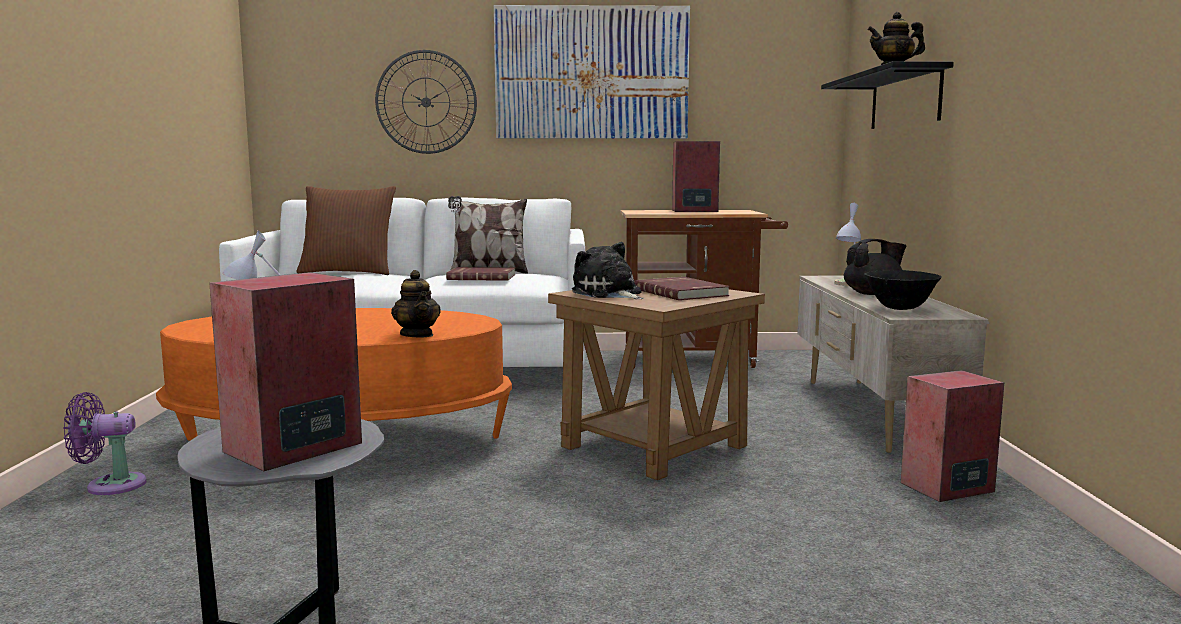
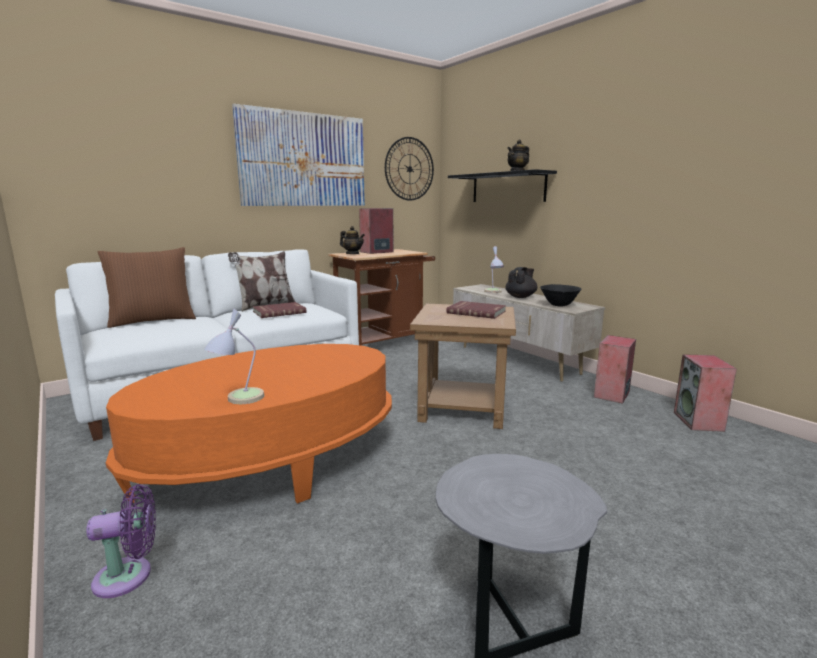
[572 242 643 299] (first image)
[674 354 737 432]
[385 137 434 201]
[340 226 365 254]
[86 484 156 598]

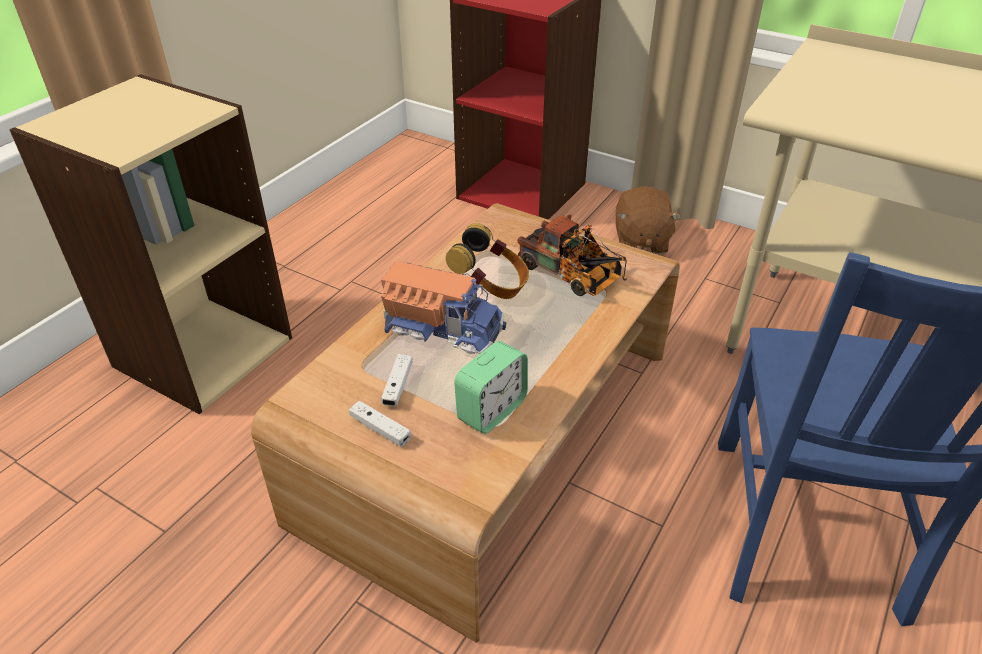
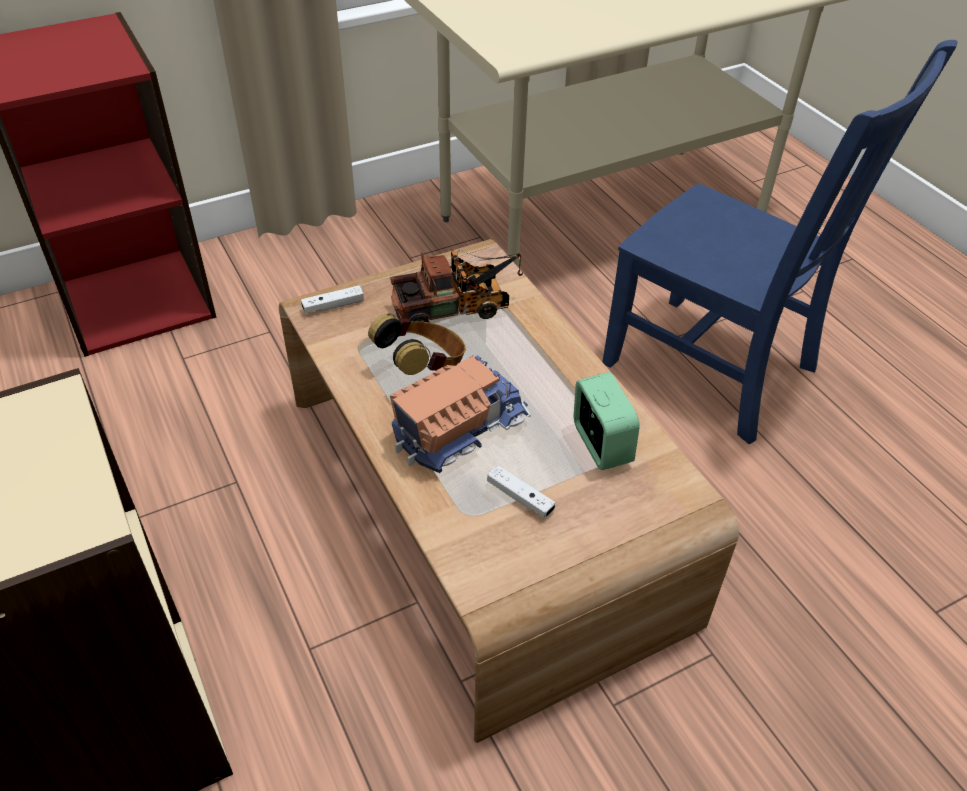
[616 186 681 254] (first image)
[301 285 364 313]

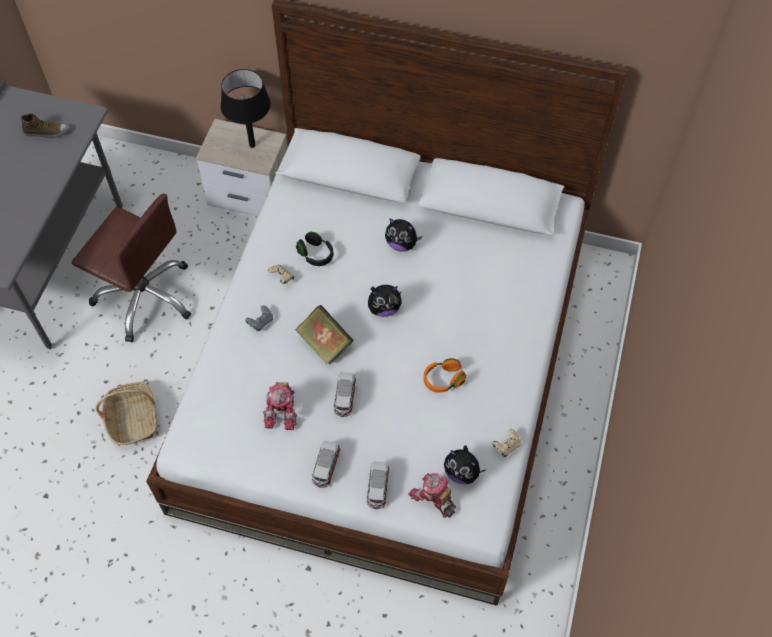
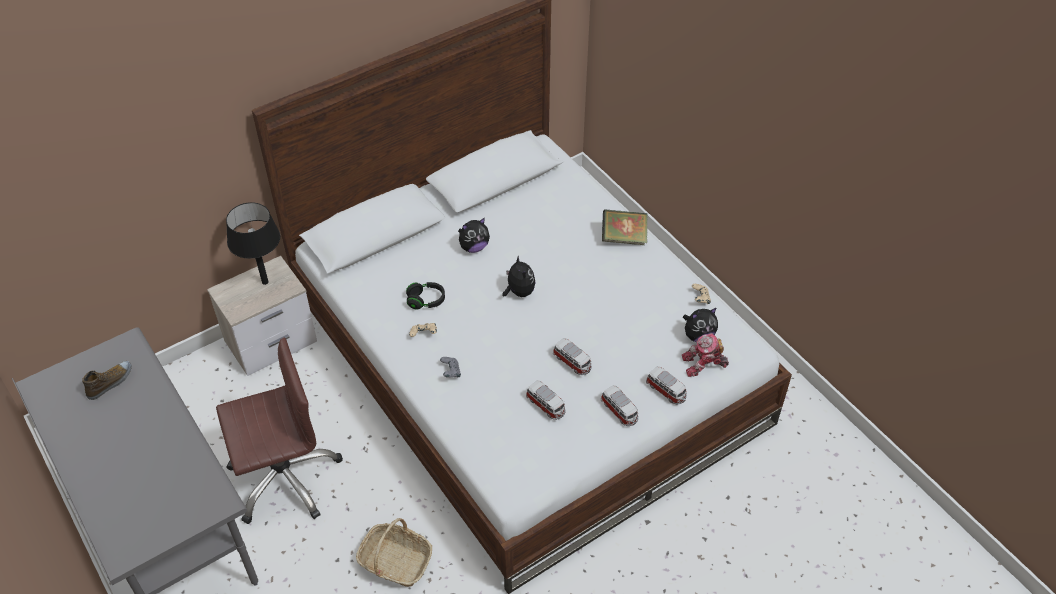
[424 358 466 393] (first image)
[602 209 647 245]
[526 381 565 420]
[502 255 536 297]

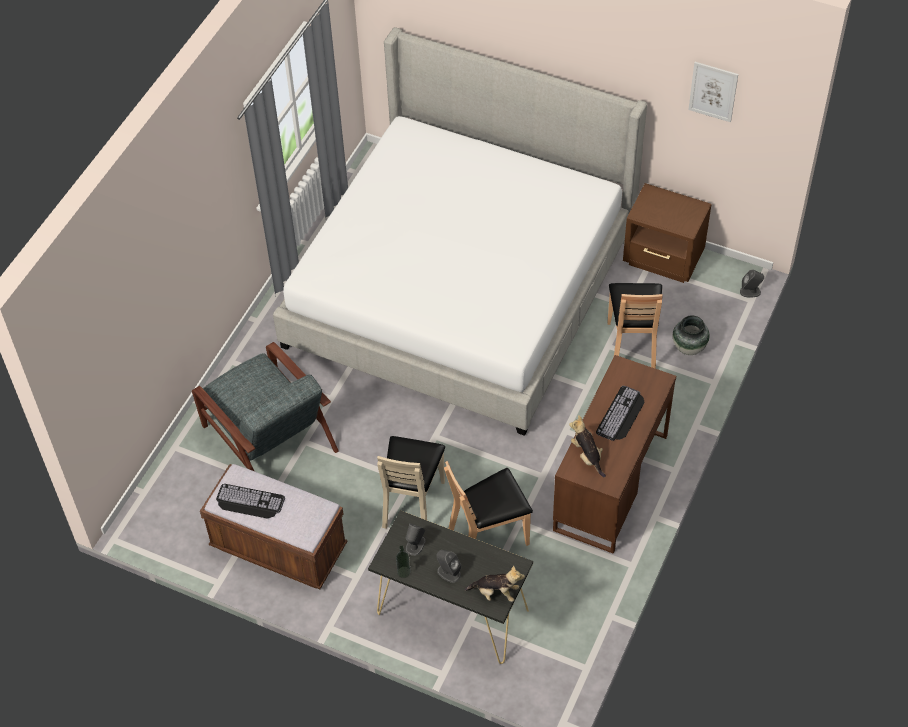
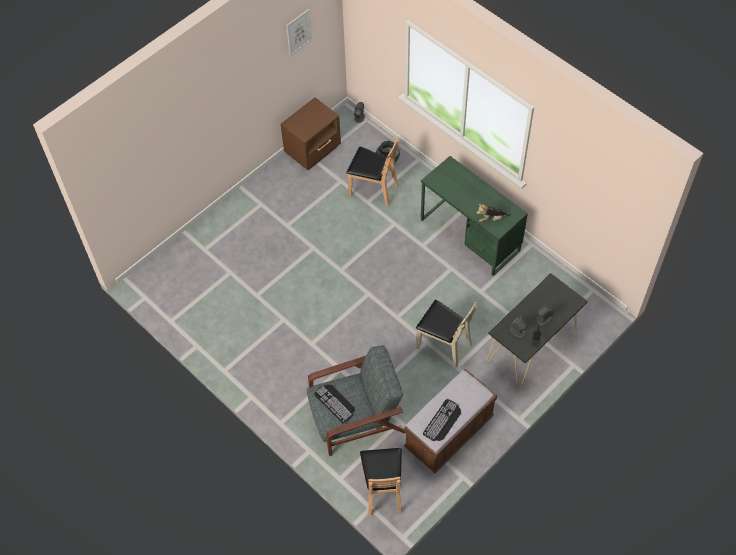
[273 27 647 436] (first image)
[465 565 525 602] (first image)
[360 448 402 516]
[313 385 354 424]
[421 156 528 276]

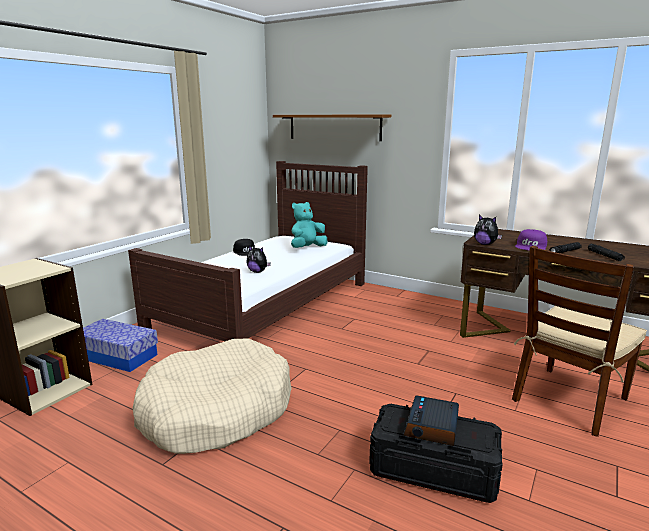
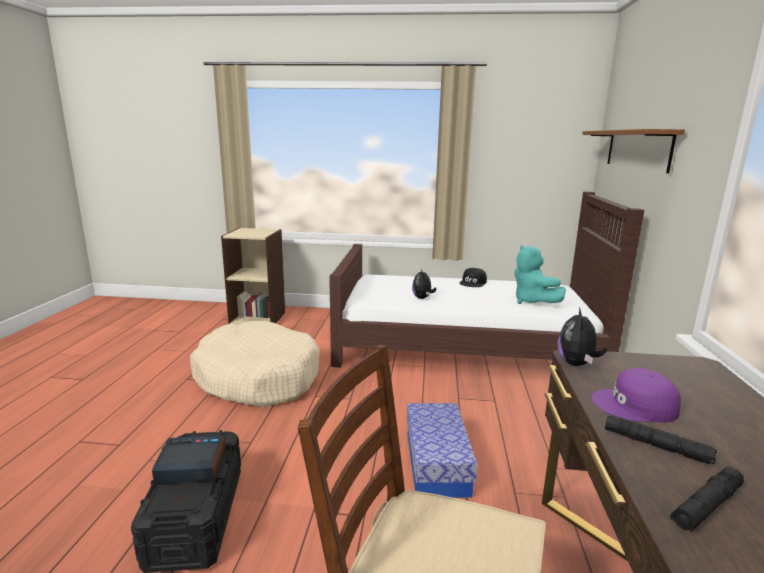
[407 403 477 498]
[515 245 566 304]

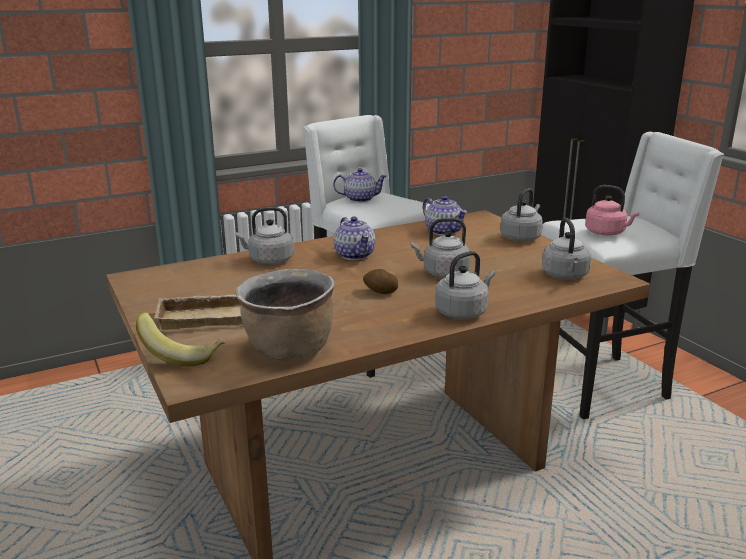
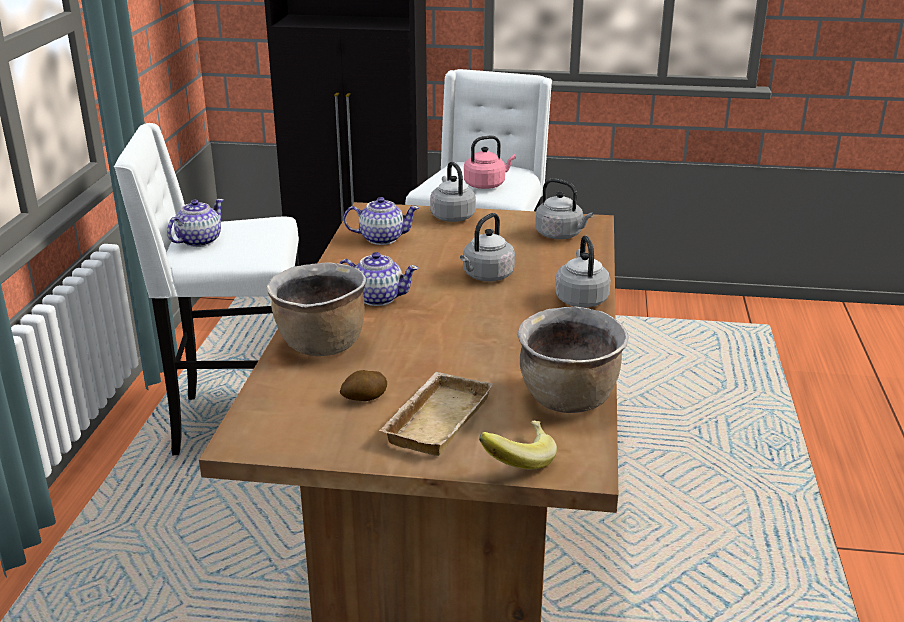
[340 370 387 401]
[266 262 366 356]

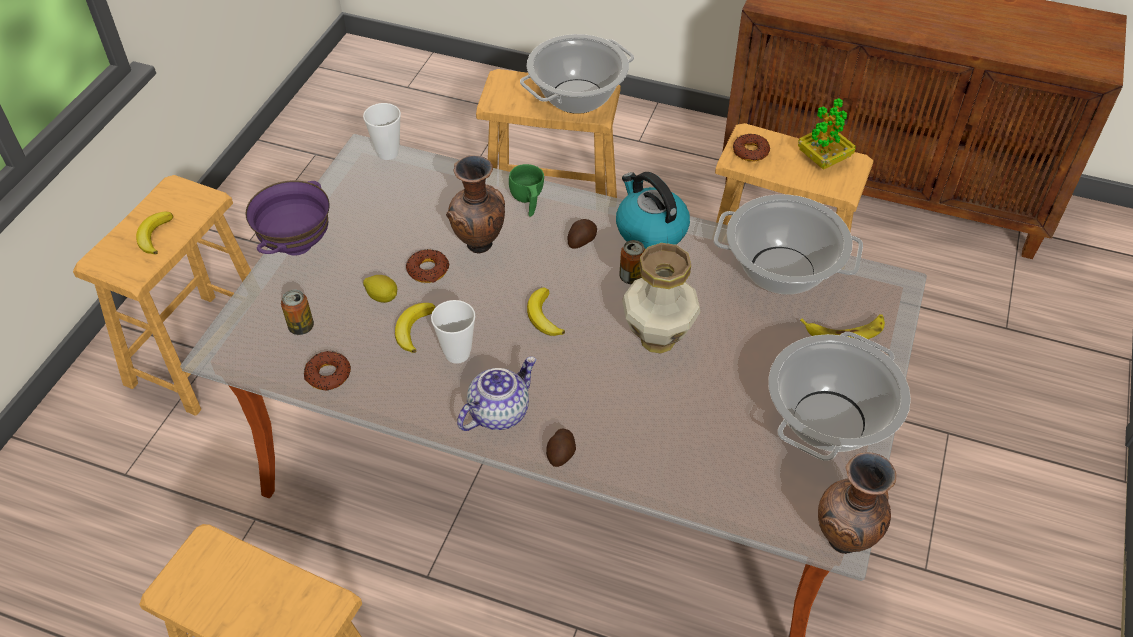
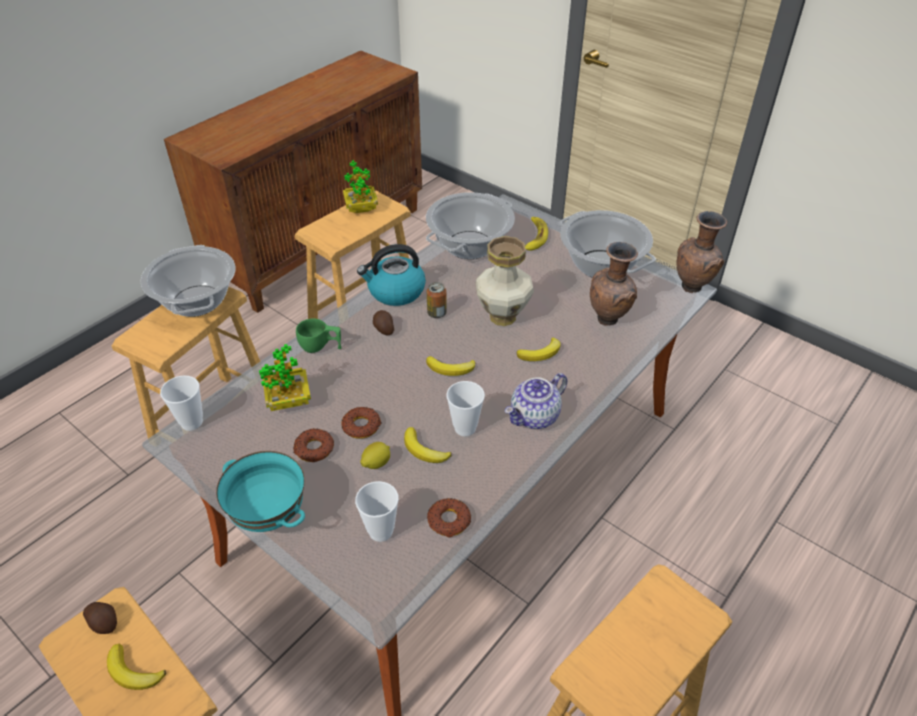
[259 344 311 411]
[517 338 561 361]
[590 242 638 326]
[83 602 117 634]
[294 428 334 462]
[355 481 399 542]
[216 451 305 532]
[505 373 567 429]

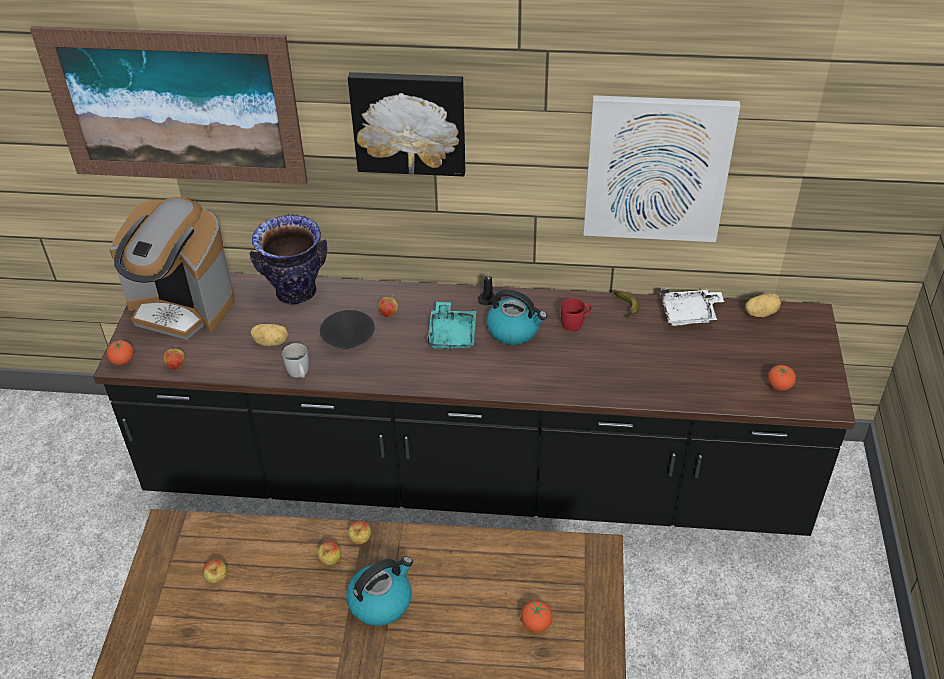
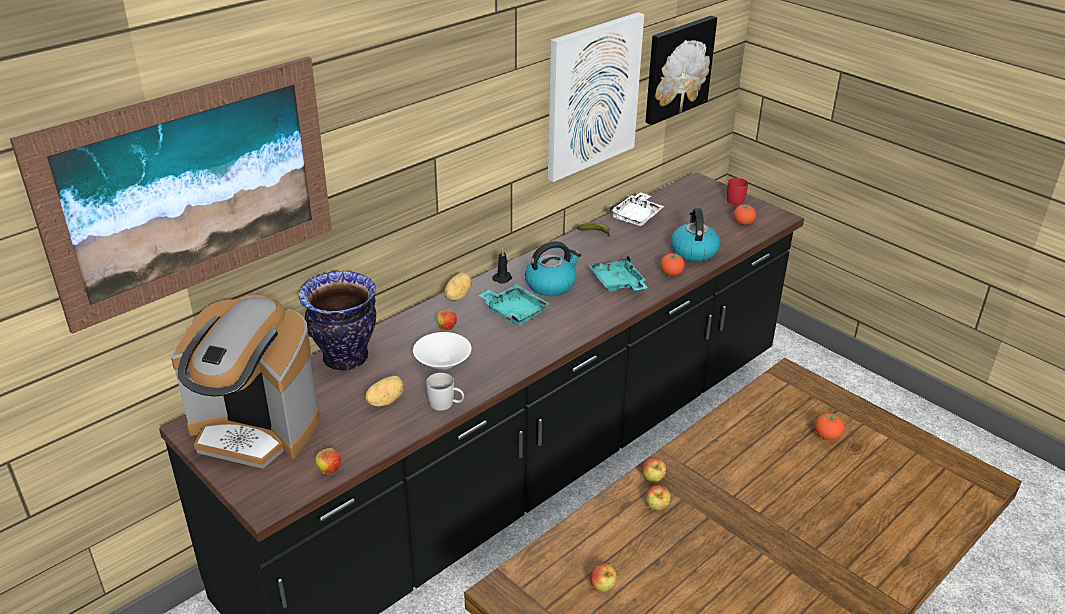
[588 255 648 292]
[660 253 685 276]
[671 208 720 262]
[645 16 717 125]
[727 178 748 205]
[444 273 472 301]
[413 332 471 370]
[171 295 320 469]

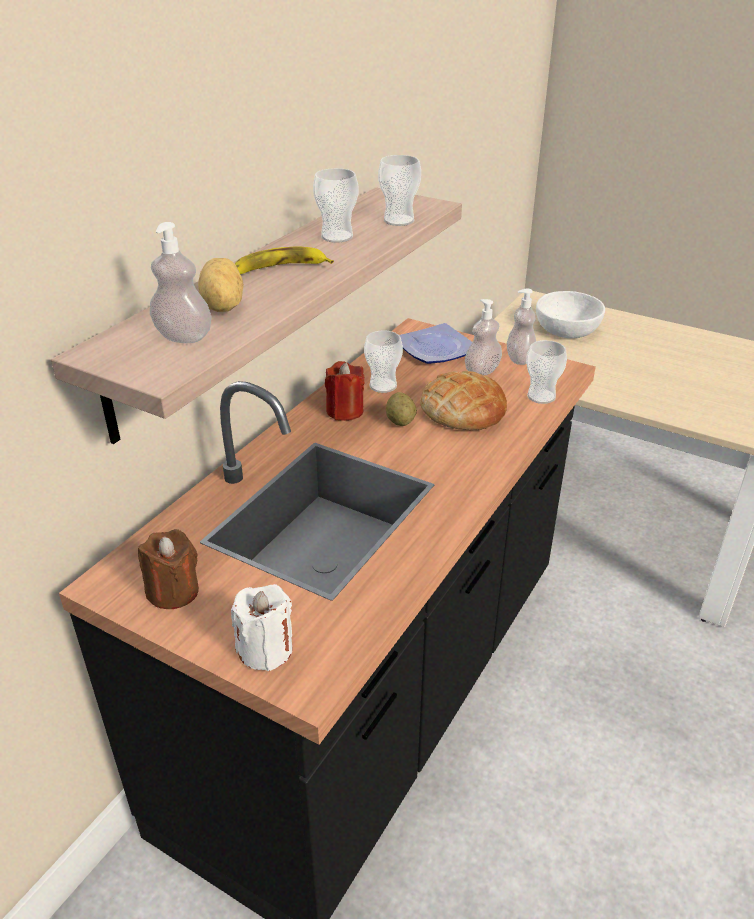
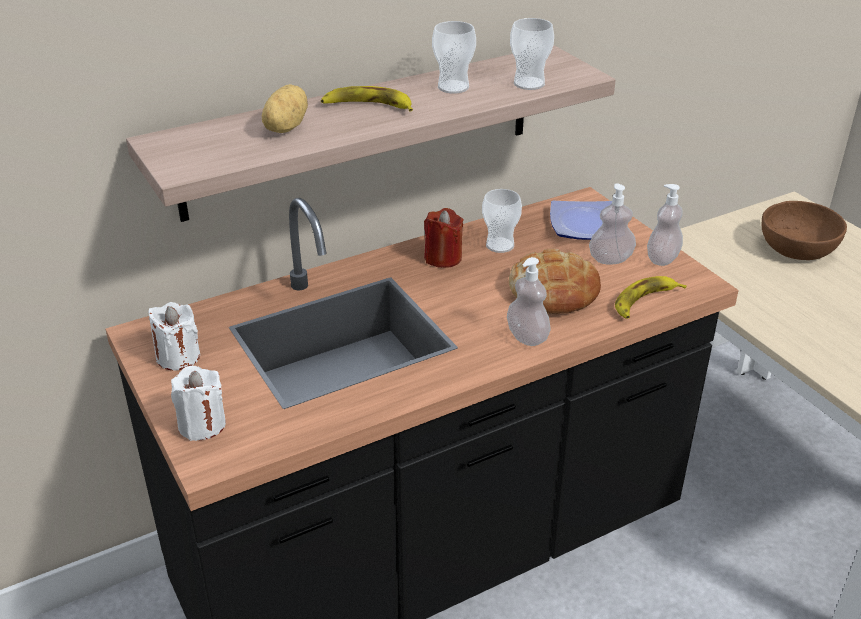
[386 392 417 426] (first image)
[507 257 550 346]
[615 276 687 319]
[148 302 200 371]
[762 201 847 260]

